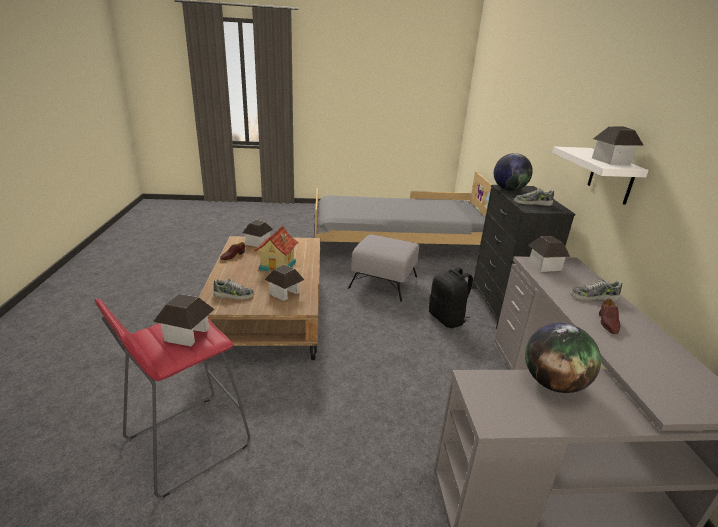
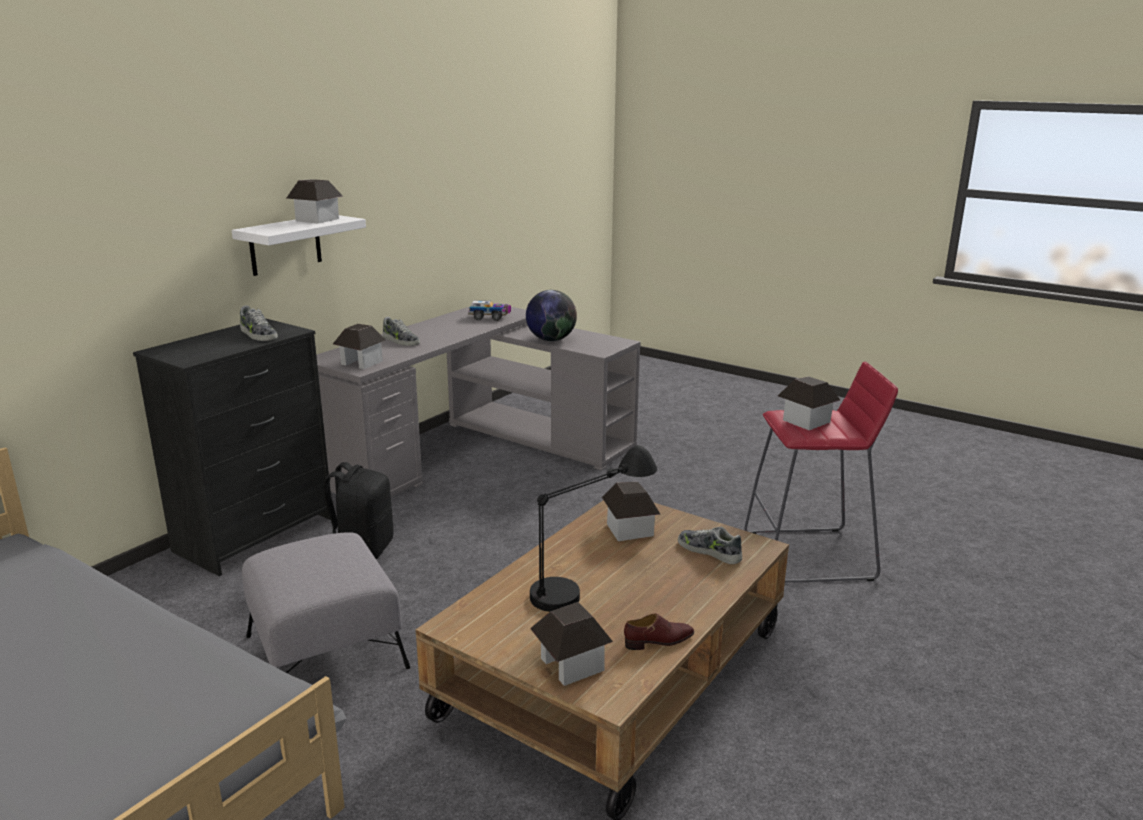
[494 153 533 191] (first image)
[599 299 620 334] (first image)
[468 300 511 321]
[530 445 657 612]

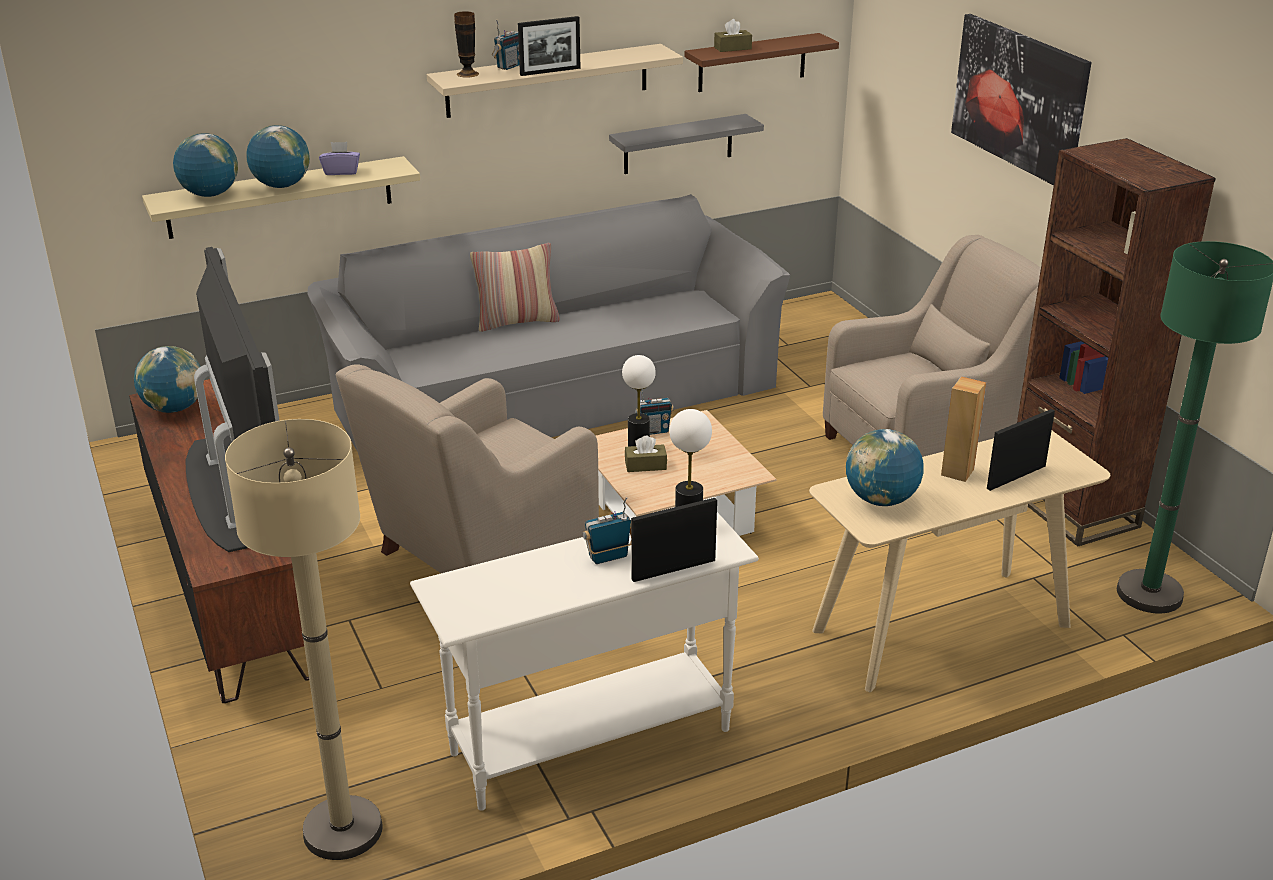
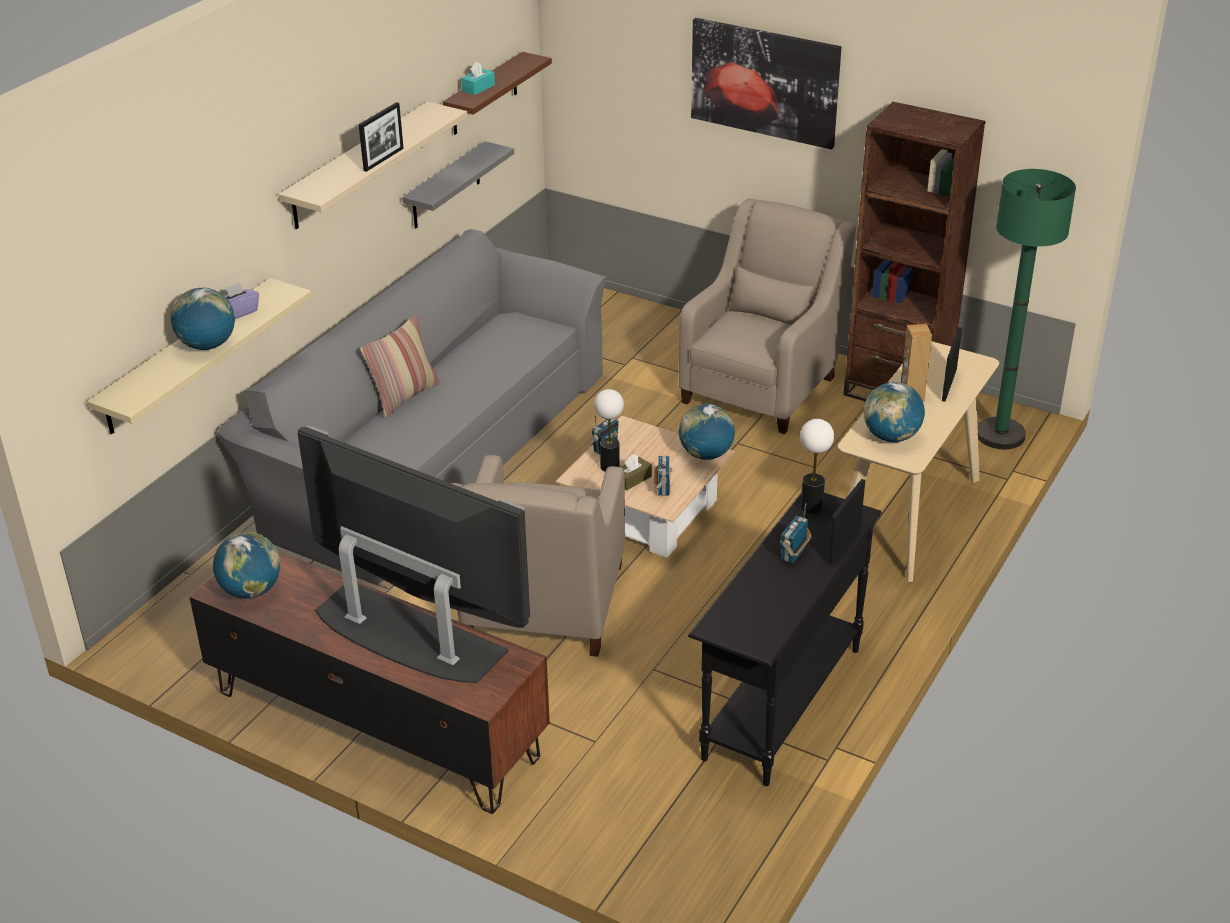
[225 419 383 860] (first image)
[454 11 479 78] (first image)
[679 404 735 460]
[654 456 672 496]
[688 492 882 786]
[461 62 495 95]

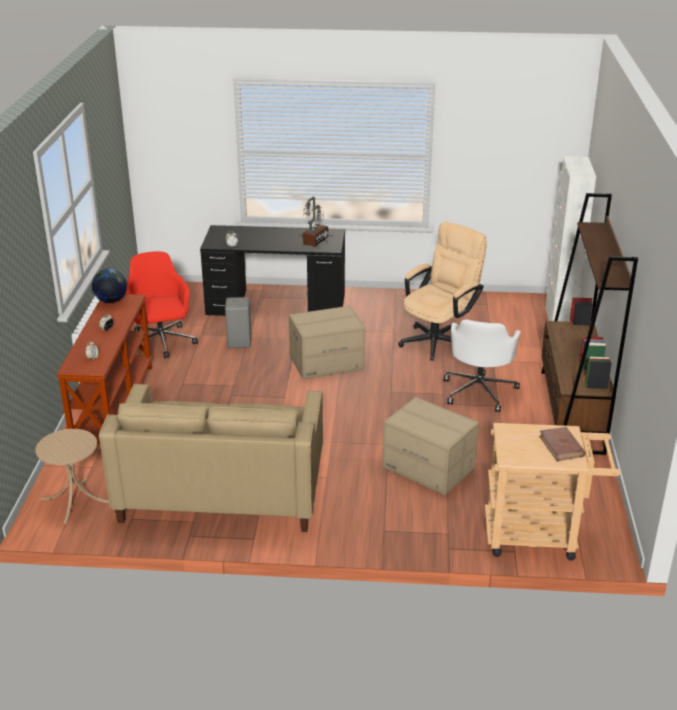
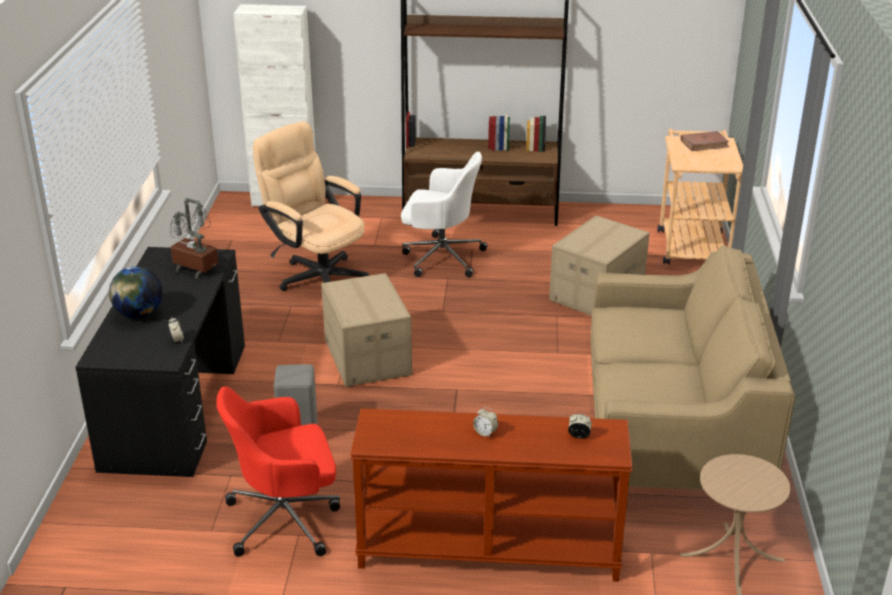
[109 266 163 318]

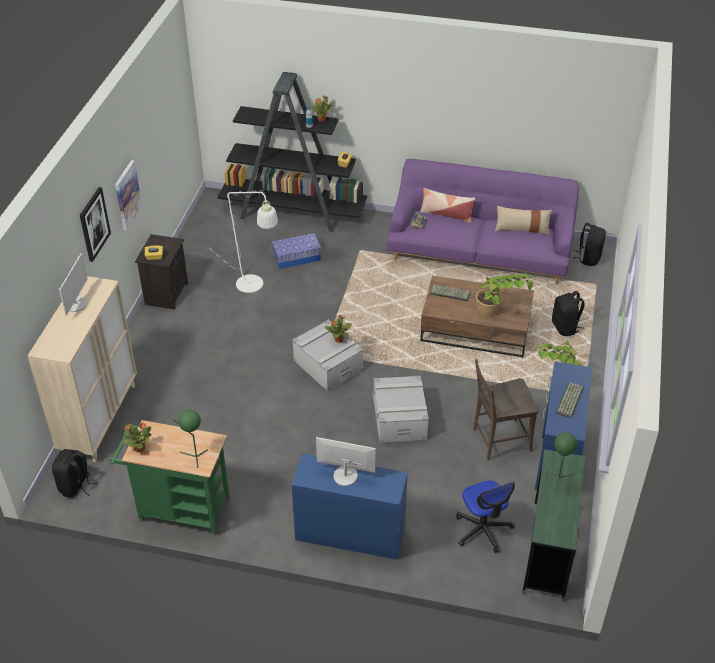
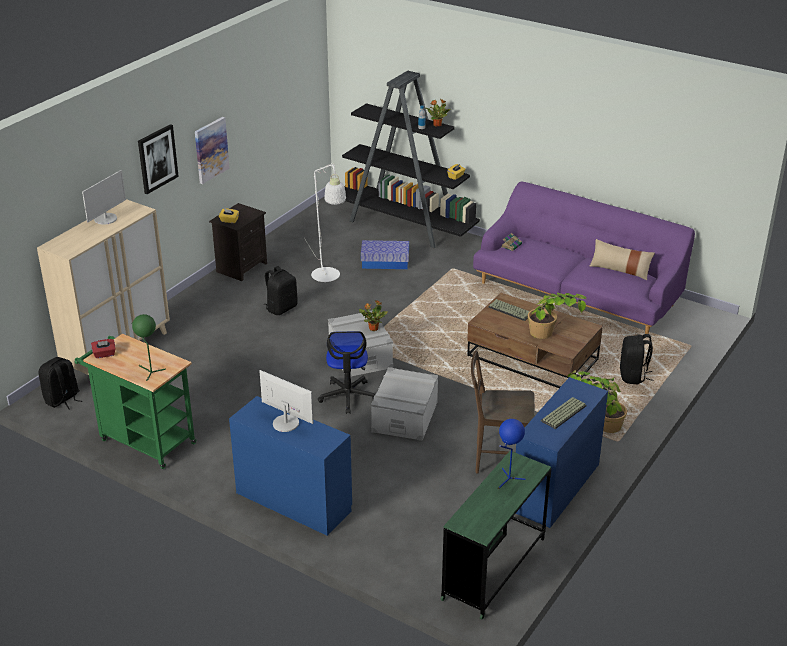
[420 188 475 223] (first image)
[318 331 375 414]
[264 266 298 315]
[91 339 116 358]
[498 419 525 489]

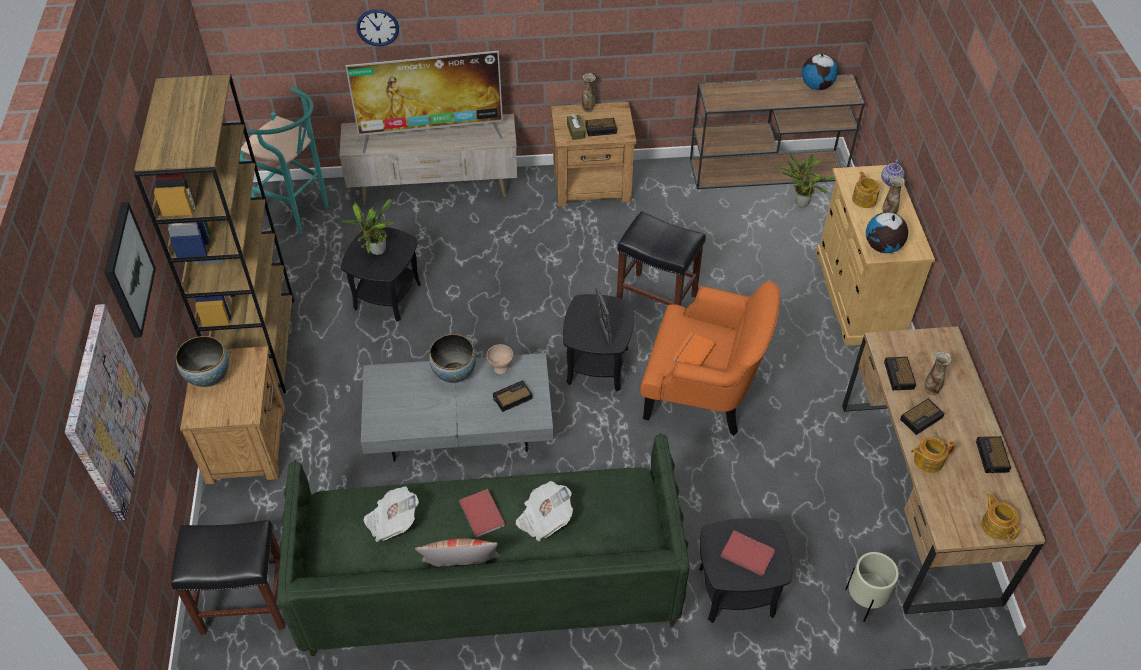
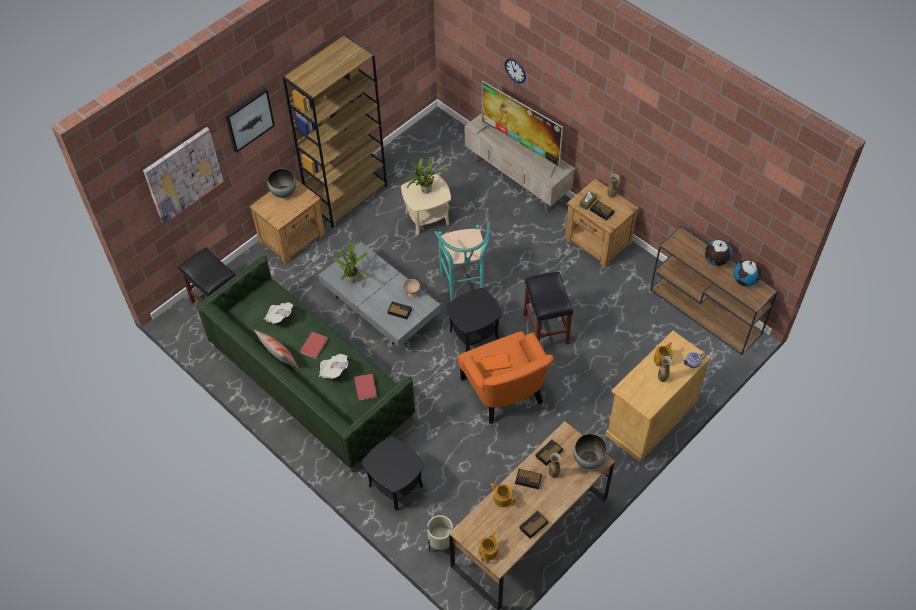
[595 287 613 345] (first image)
[434 221 490 301]
[573 434 607 469]
[354 374 377 401]
[334 242 368 283]
[705 240 732 266]
[401 174 451 235]

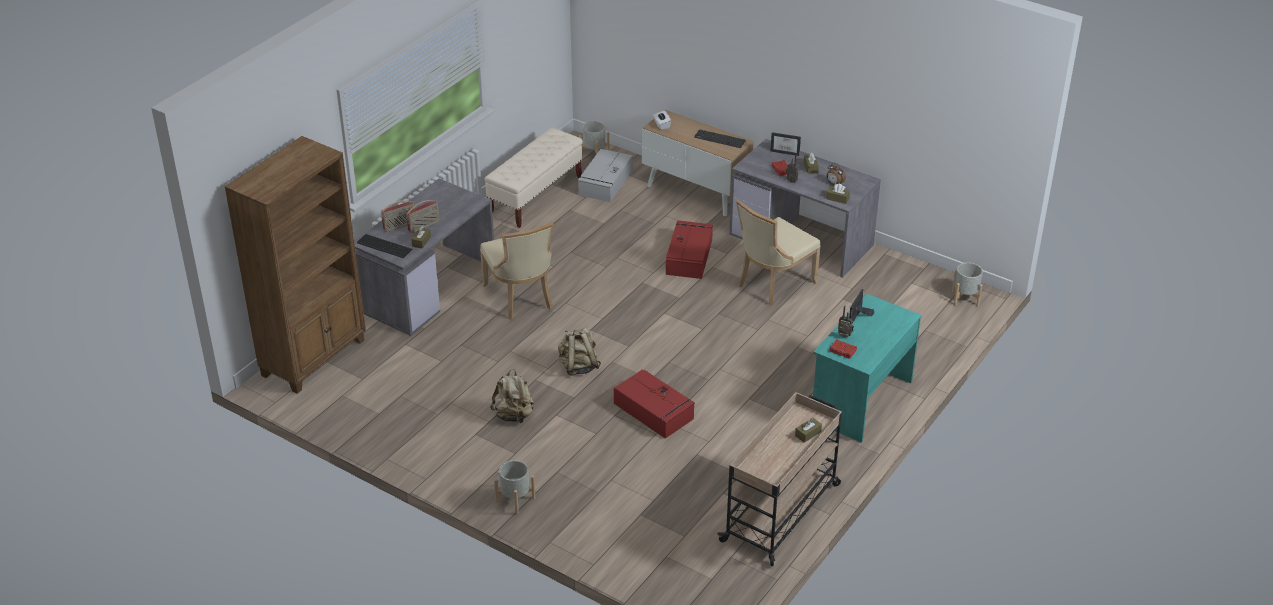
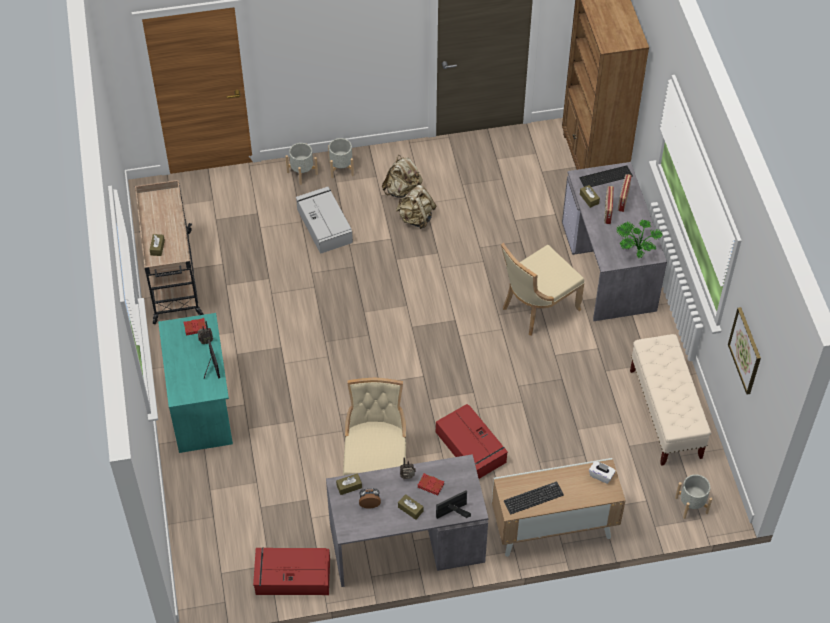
[617 220 663 258]
[728 307 761 394]
[382 155 422 198]
[296 186 353 254]
[253 547 330 595]
[285 143 318 185]
[501 243 584 336]

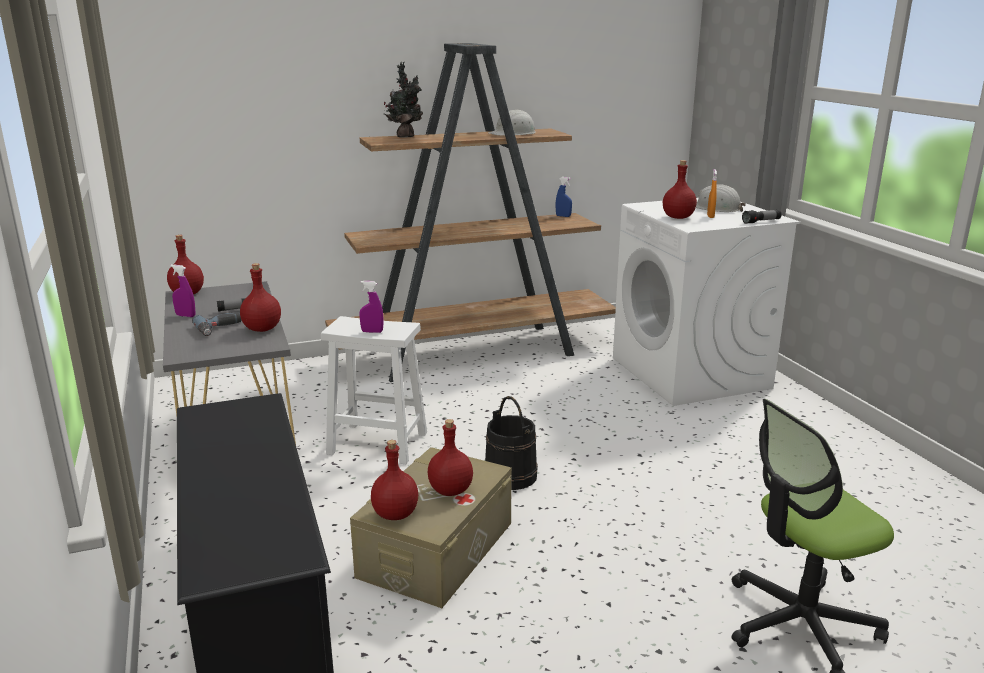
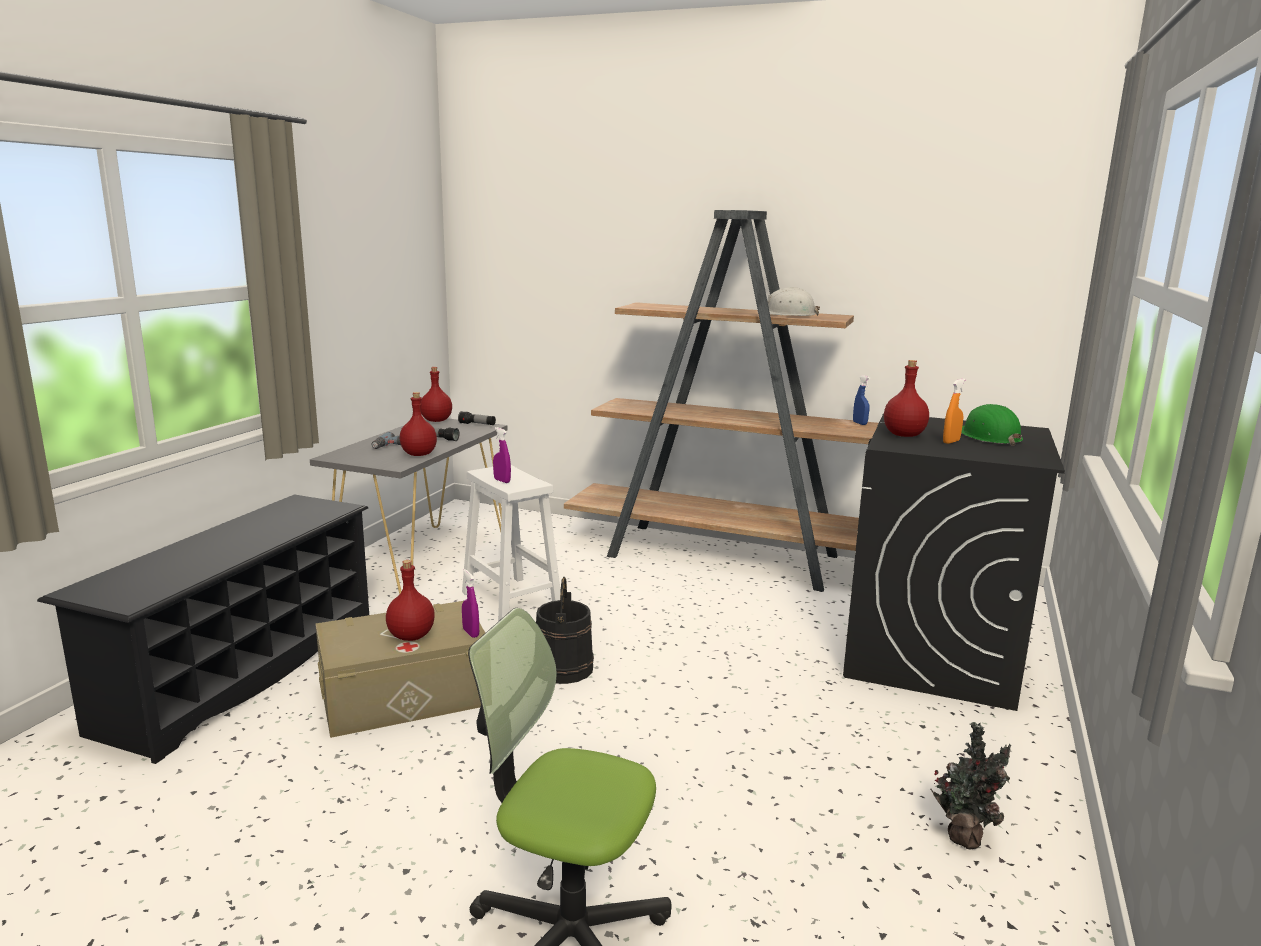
[371 440 418 520] (first image)
[462 569 479 638]
[930 722 1012 849]
[458 411 496 425]
[843 414 1065 711]
[961 404 1023 446]

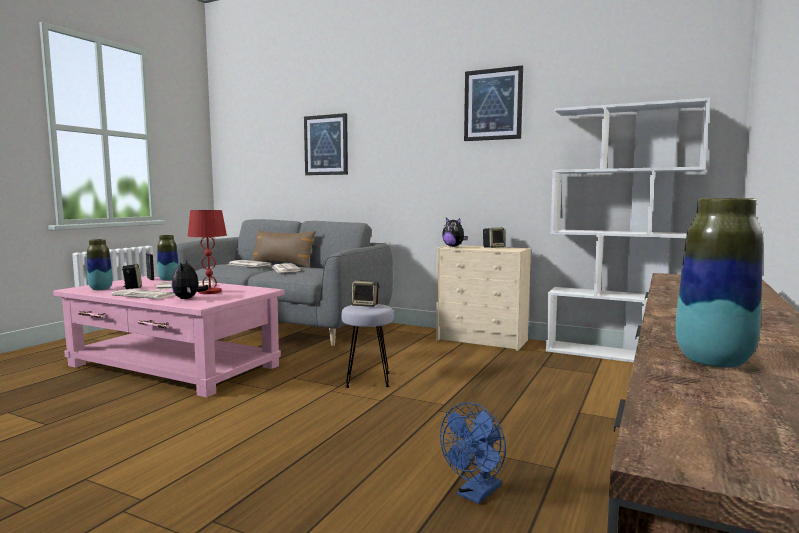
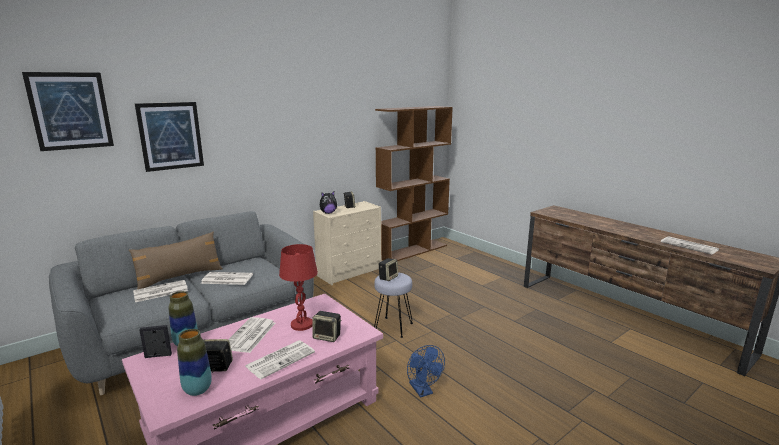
[407 345 445 398]
[22 72 114 151]
[312 311 342 342]
[661 236 719 255]
[375 106 453 261]

